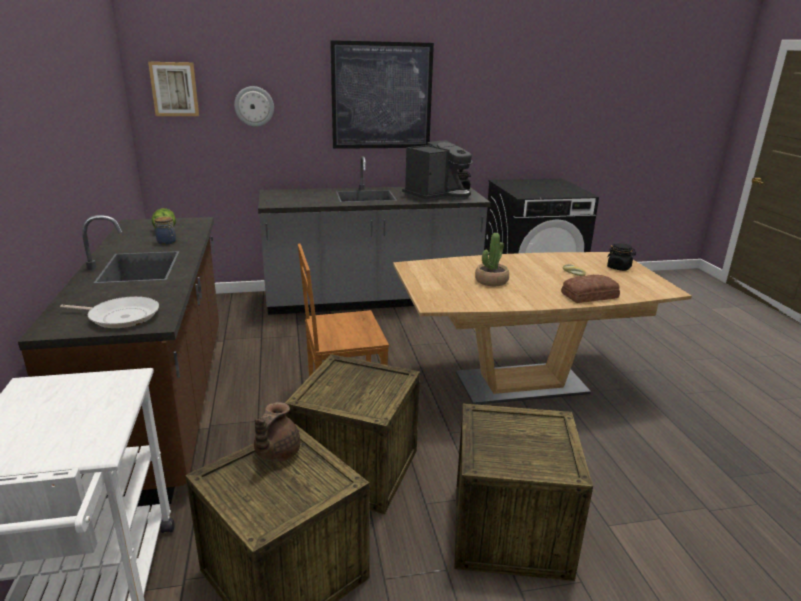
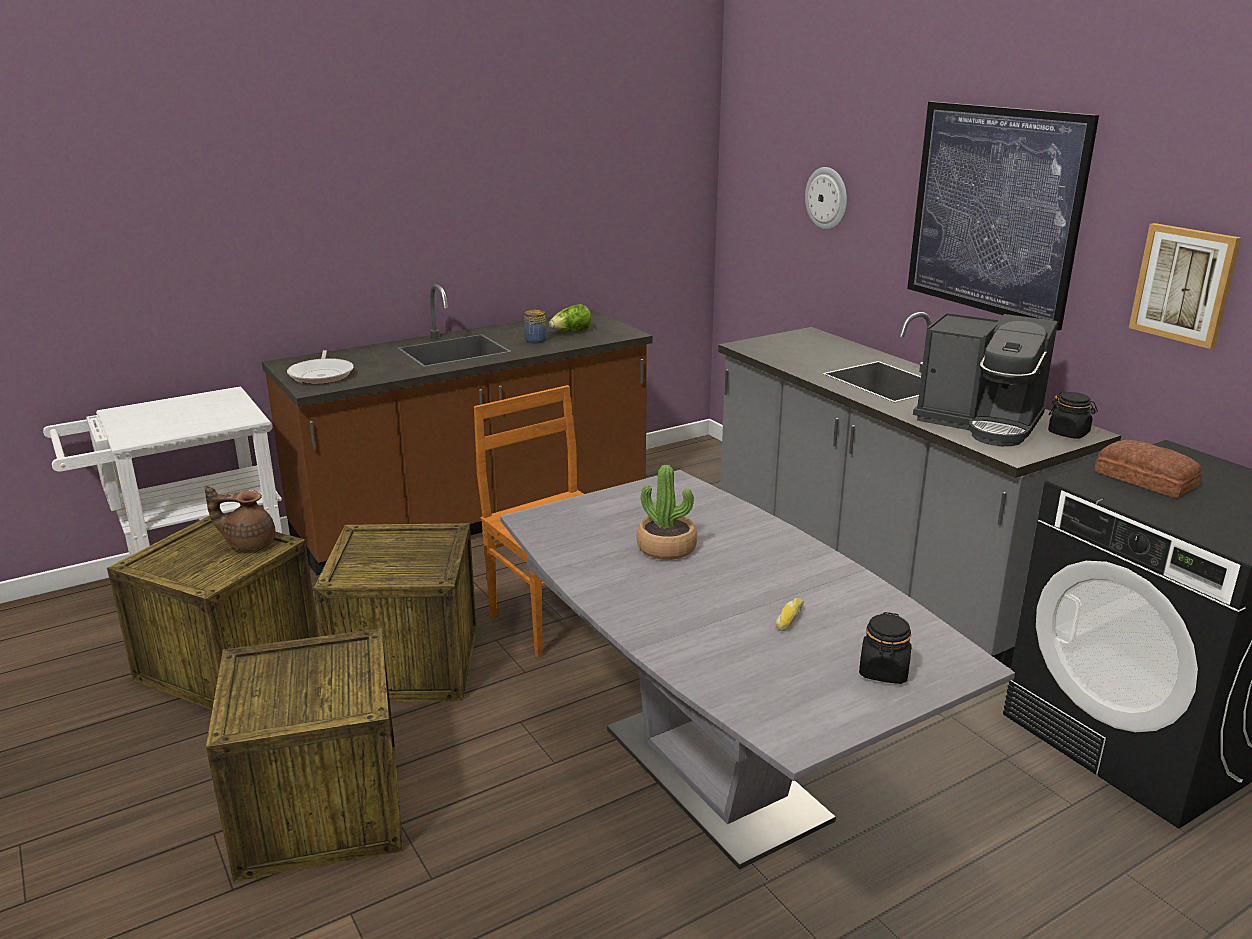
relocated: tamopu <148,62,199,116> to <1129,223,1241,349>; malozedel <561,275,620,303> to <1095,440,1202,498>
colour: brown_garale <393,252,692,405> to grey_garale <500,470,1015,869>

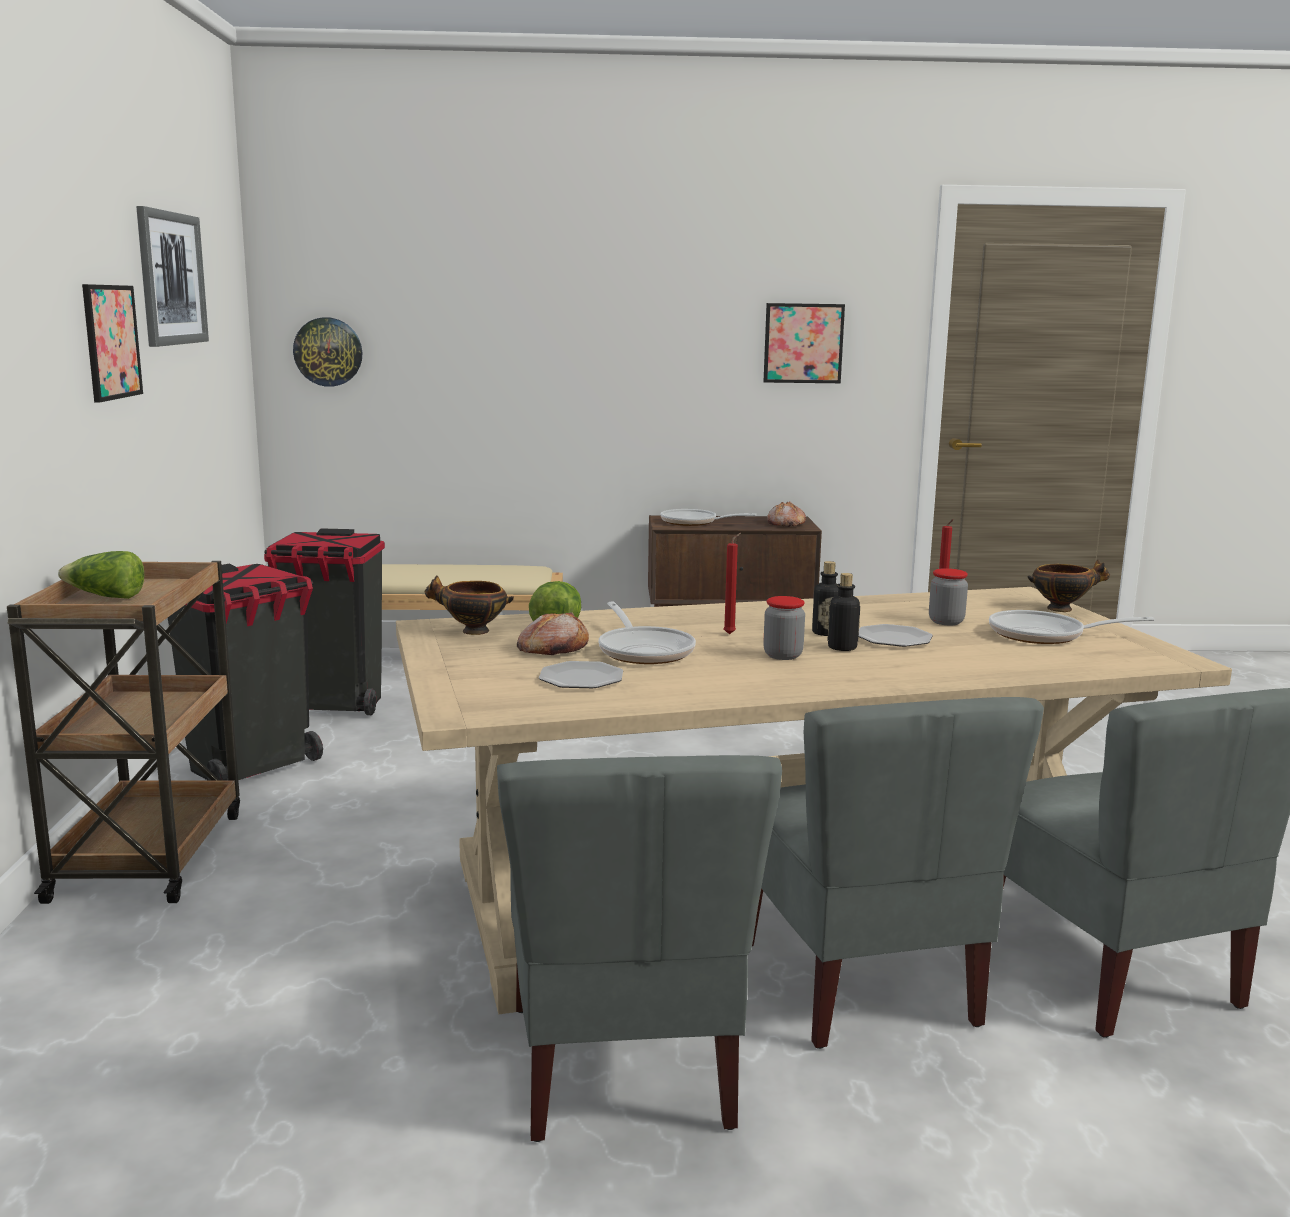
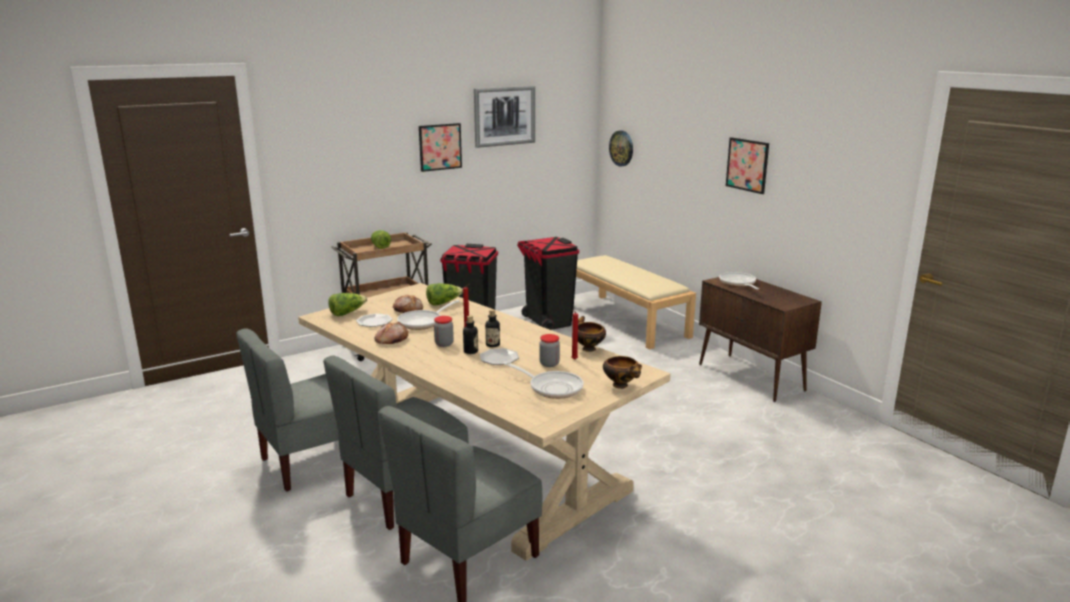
appeared: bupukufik <328,293,367,316>
relocated: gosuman <424,575,514,635> to <578,316,606,352>; tamopu <763,303,845,383> to <726,137,769,194>; malozedel <767,501,806,527> to <374,322,408,344>
spun: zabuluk <989,610,1155,644> = <503,362,584,399> 150 degrees clockwise

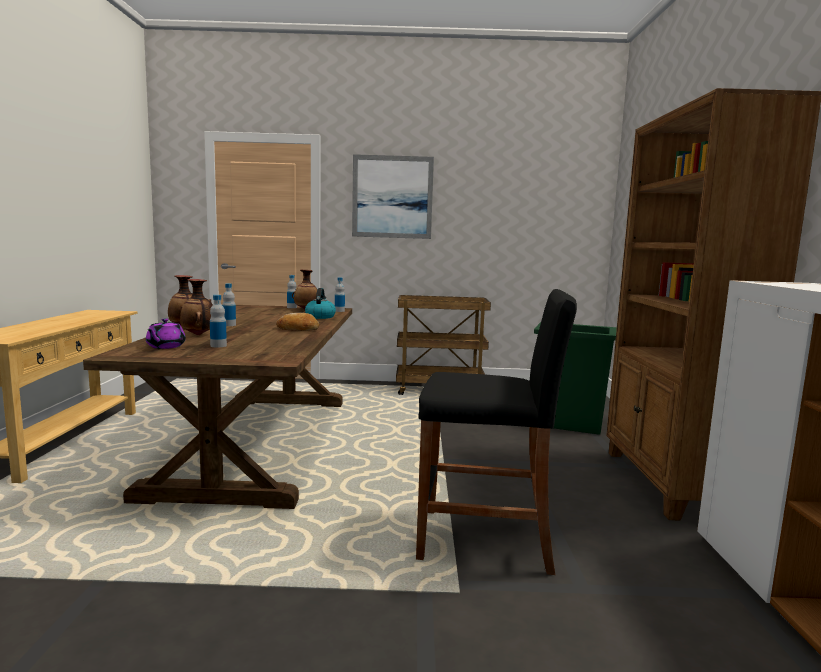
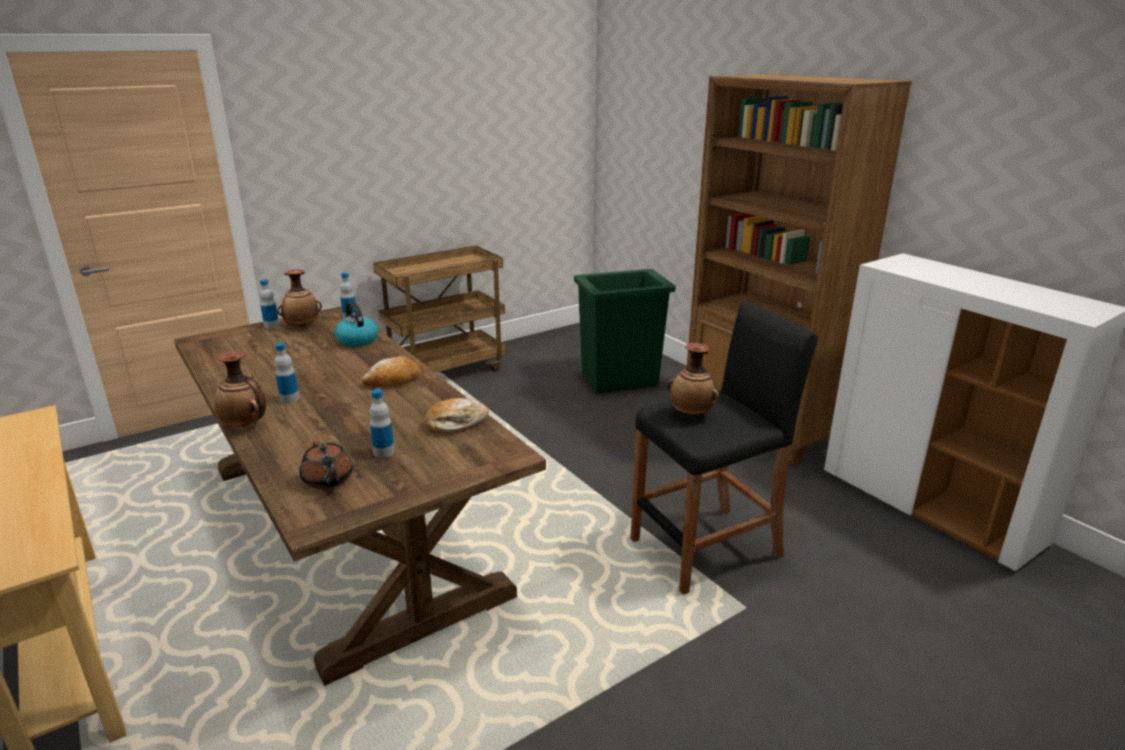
missing: tamopu <352,154,434,239>
appeared: malozedel <425,398,489,433>
relocated: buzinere <180,279,213,335> to <667,343,720,415>
colour: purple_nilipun <146,318,186,349> to brown_nilipun <299,441,353,489>

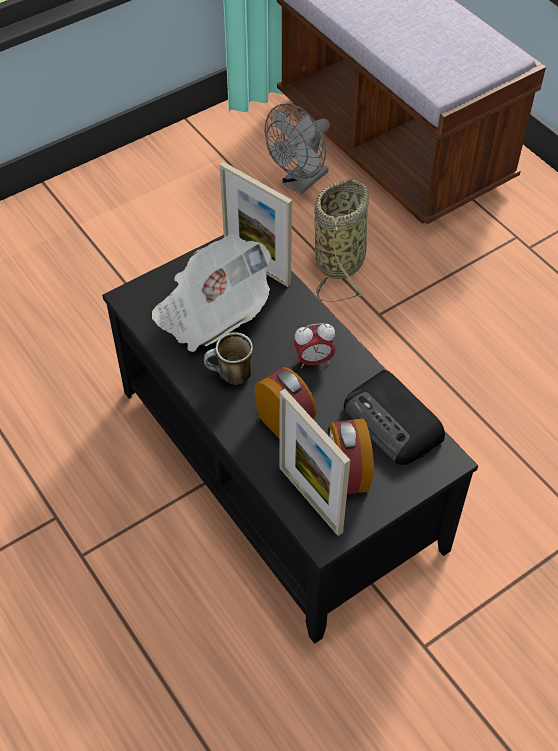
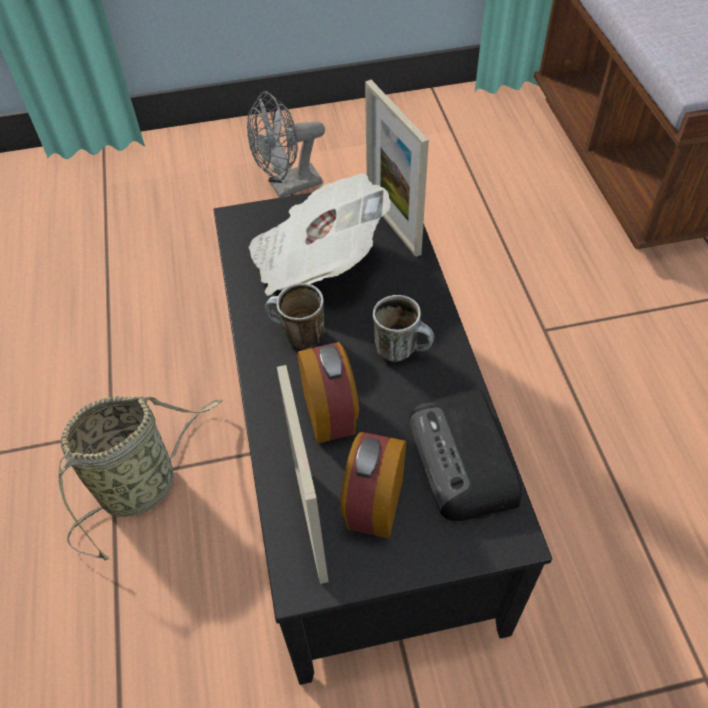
relocated: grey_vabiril <265,103,330,195> to <247,91,325,198>; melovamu <314,178,369,302> to <59,396,223,560>
exchanged: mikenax <294,323,335,368> to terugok <373,295,434,362>

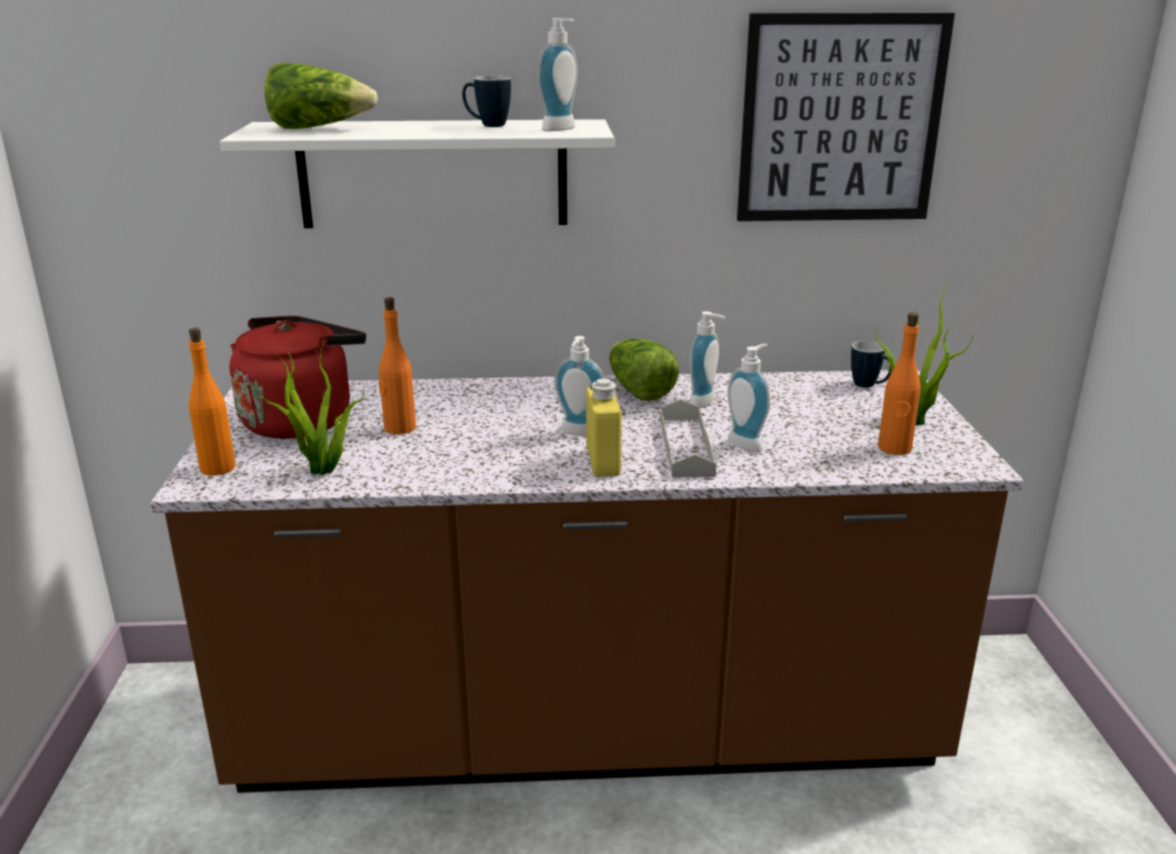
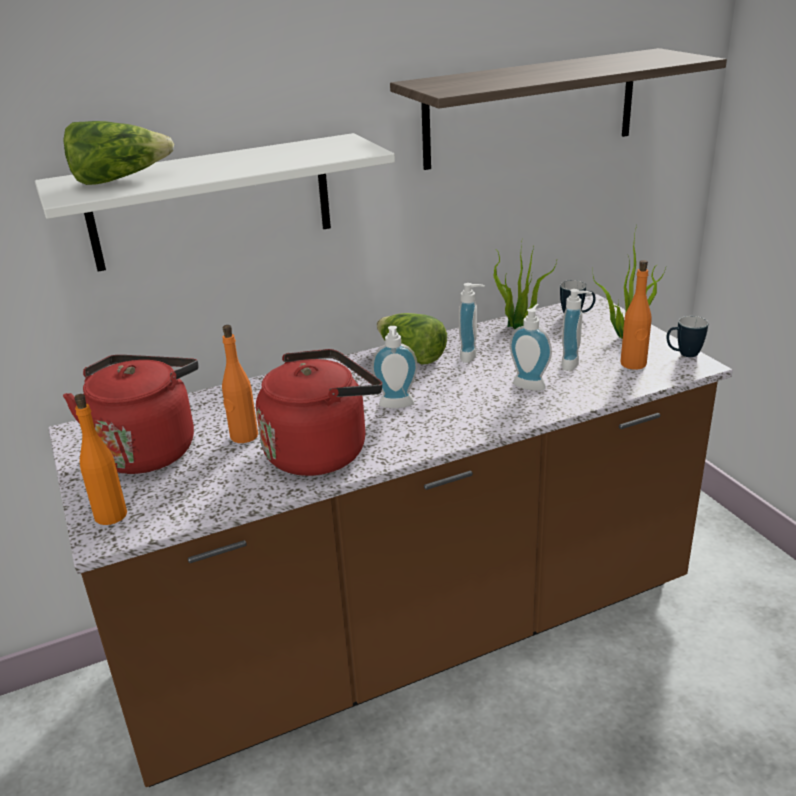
missing: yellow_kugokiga <586,379,622,477>; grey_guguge <660,399,716,477>
appeared: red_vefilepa <256,349,382,476>
relocated: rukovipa <258,341,364,475> to <494,242,557,329>; terugok <462,76,511,127> to <666,316,708,357>; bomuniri <538,18,578,131> to <561,289,592,371>
exchanged: tamopu <737,13,955,221> to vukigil <390,48,727,170>

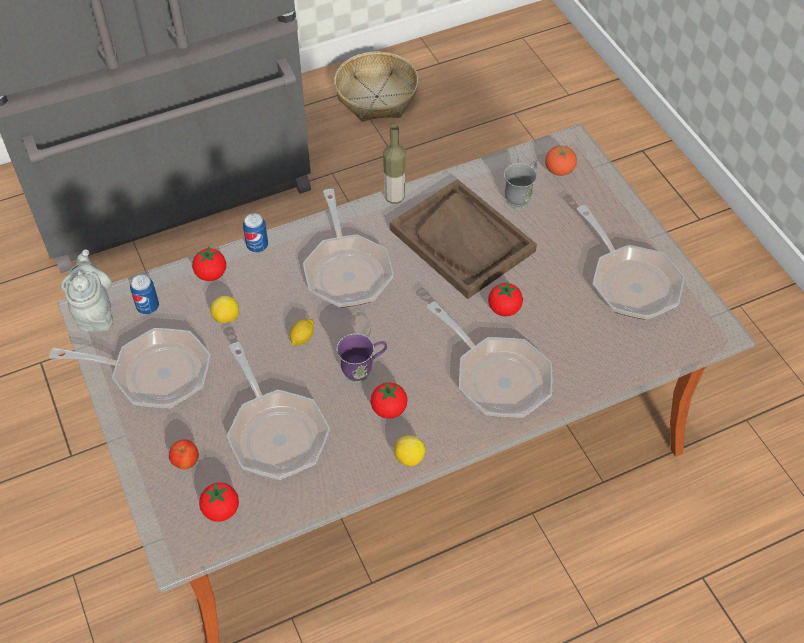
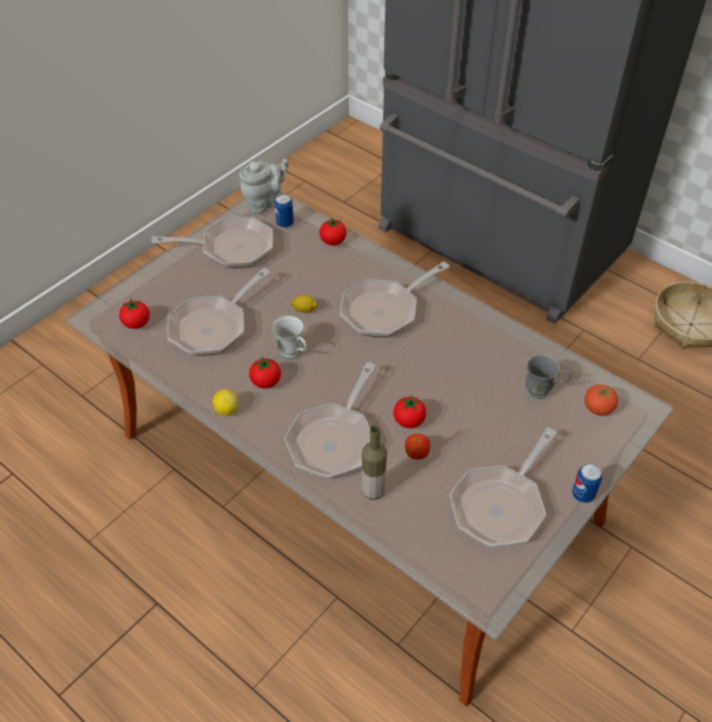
missing: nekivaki <210,296,239,323>; brown_guguge <390,179,537,299>
relocated: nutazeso <169,439,199,469> to <405,434,430,460>; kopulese <243,213,268,253> to <572,463,602,503>; kugokiga <383,125,406,204> to <362,425,387,500>
colour: purple_terugok <337,334,387,383> to white_terugok <272,316,307,359>
spun: zabuluk <49,328,211,408> = <152,217,273,268> 75 degrees counterclockwise

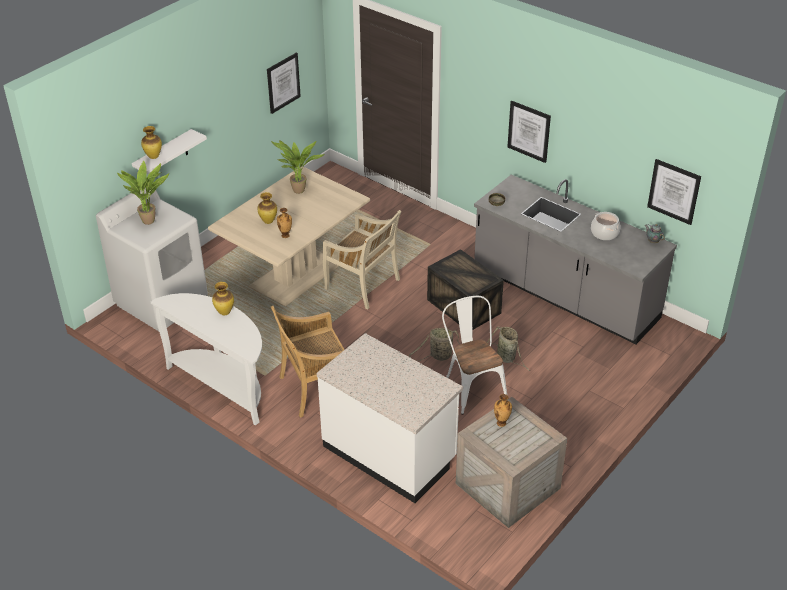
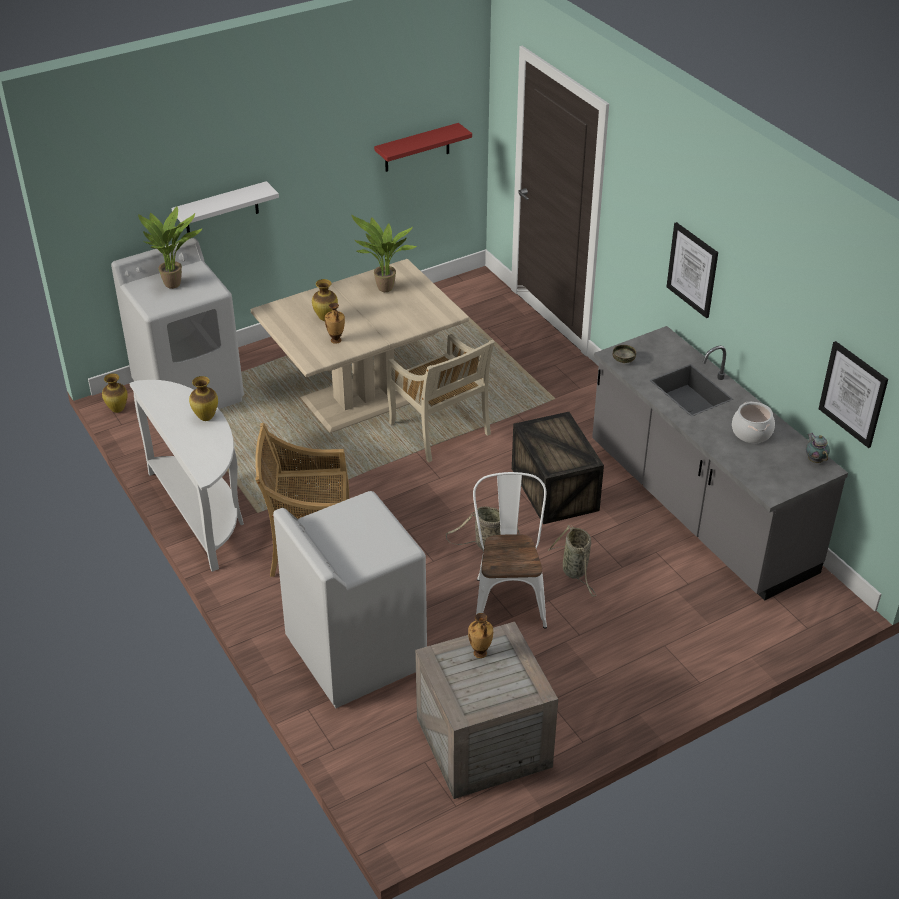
relocated: buzinere <141,126,162,159> to <102,373,128,413>
exchanged: tamopu <267,53,301,114> to red_vukigil <374,123,472,172>; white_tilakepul <317,333,463,503> to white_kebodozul <273,491,427,709>

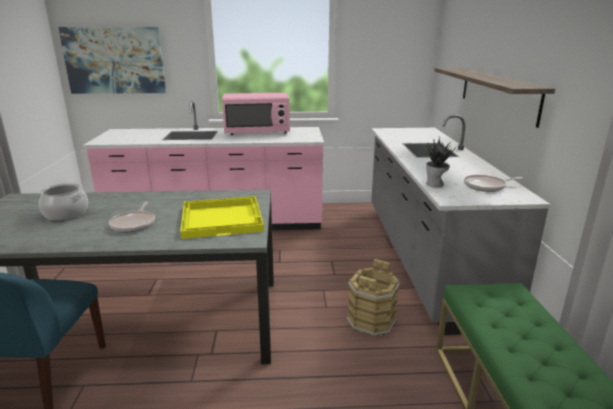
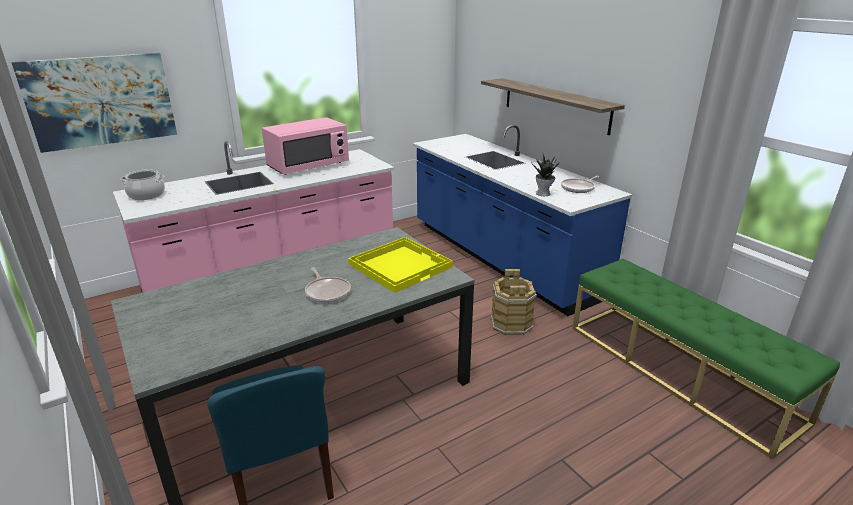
relocated: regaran <39,183,88,220> to <121,169,165,200>
colour: grey_tilakepul <371,115,550,335> to blue_tilakepul <413,125,632,316>

